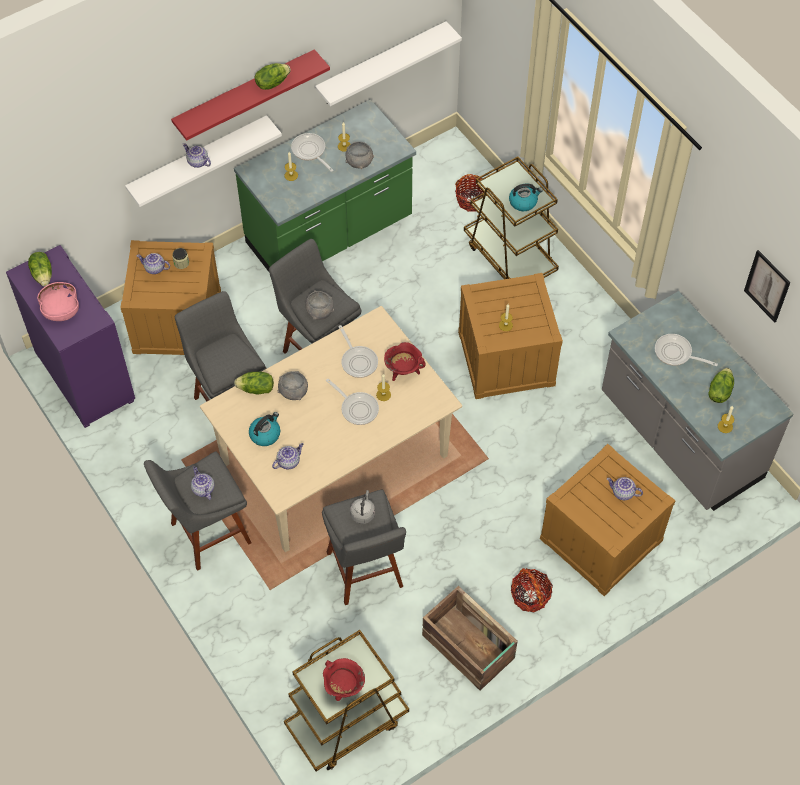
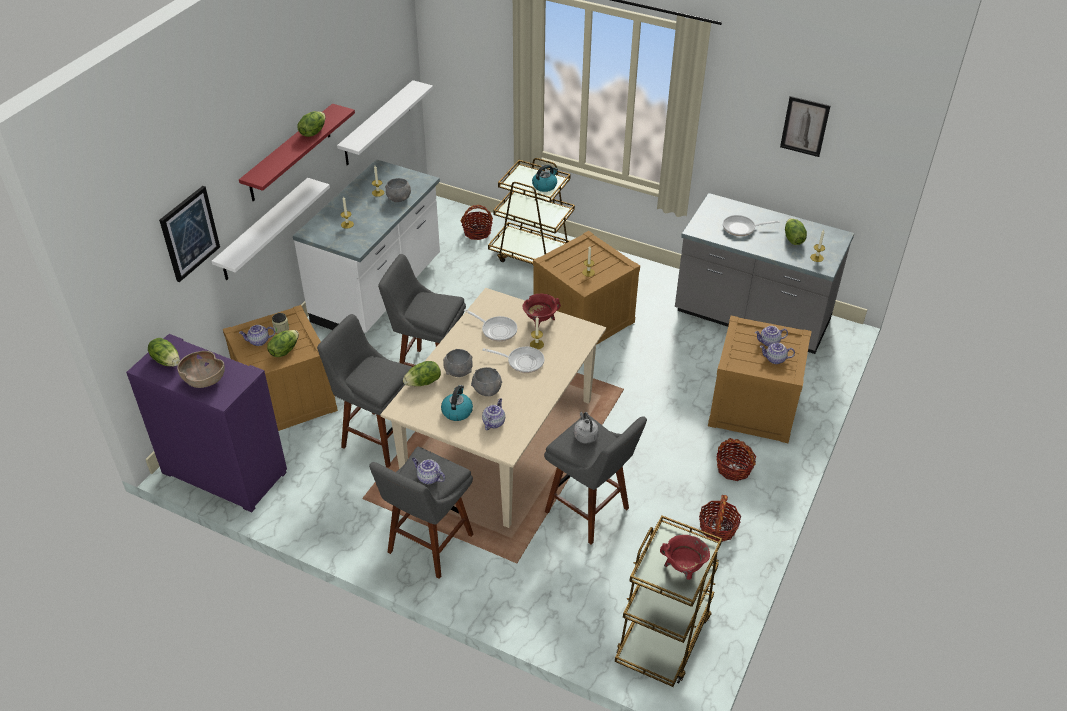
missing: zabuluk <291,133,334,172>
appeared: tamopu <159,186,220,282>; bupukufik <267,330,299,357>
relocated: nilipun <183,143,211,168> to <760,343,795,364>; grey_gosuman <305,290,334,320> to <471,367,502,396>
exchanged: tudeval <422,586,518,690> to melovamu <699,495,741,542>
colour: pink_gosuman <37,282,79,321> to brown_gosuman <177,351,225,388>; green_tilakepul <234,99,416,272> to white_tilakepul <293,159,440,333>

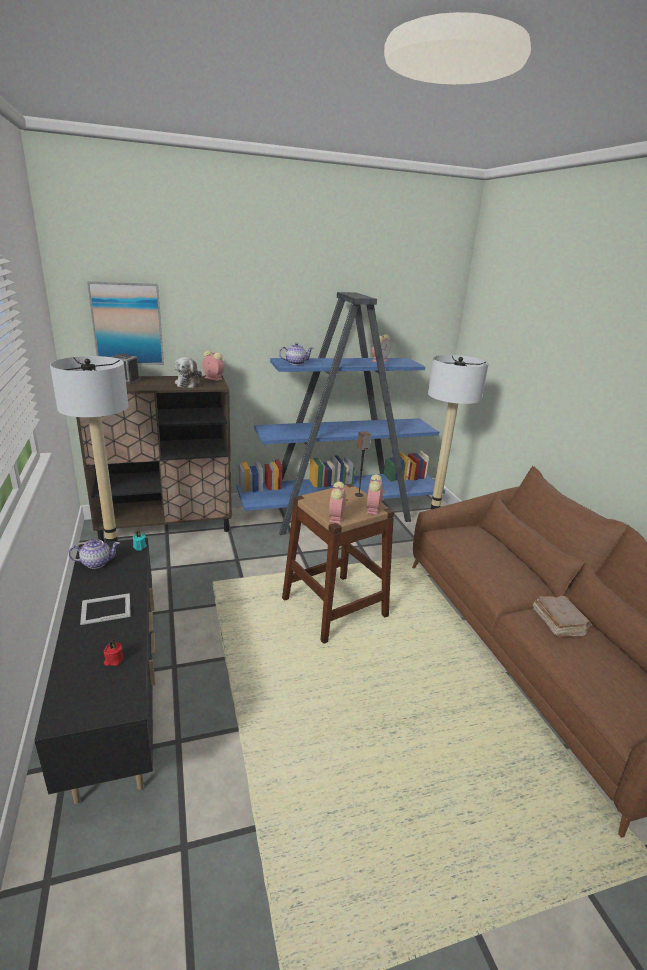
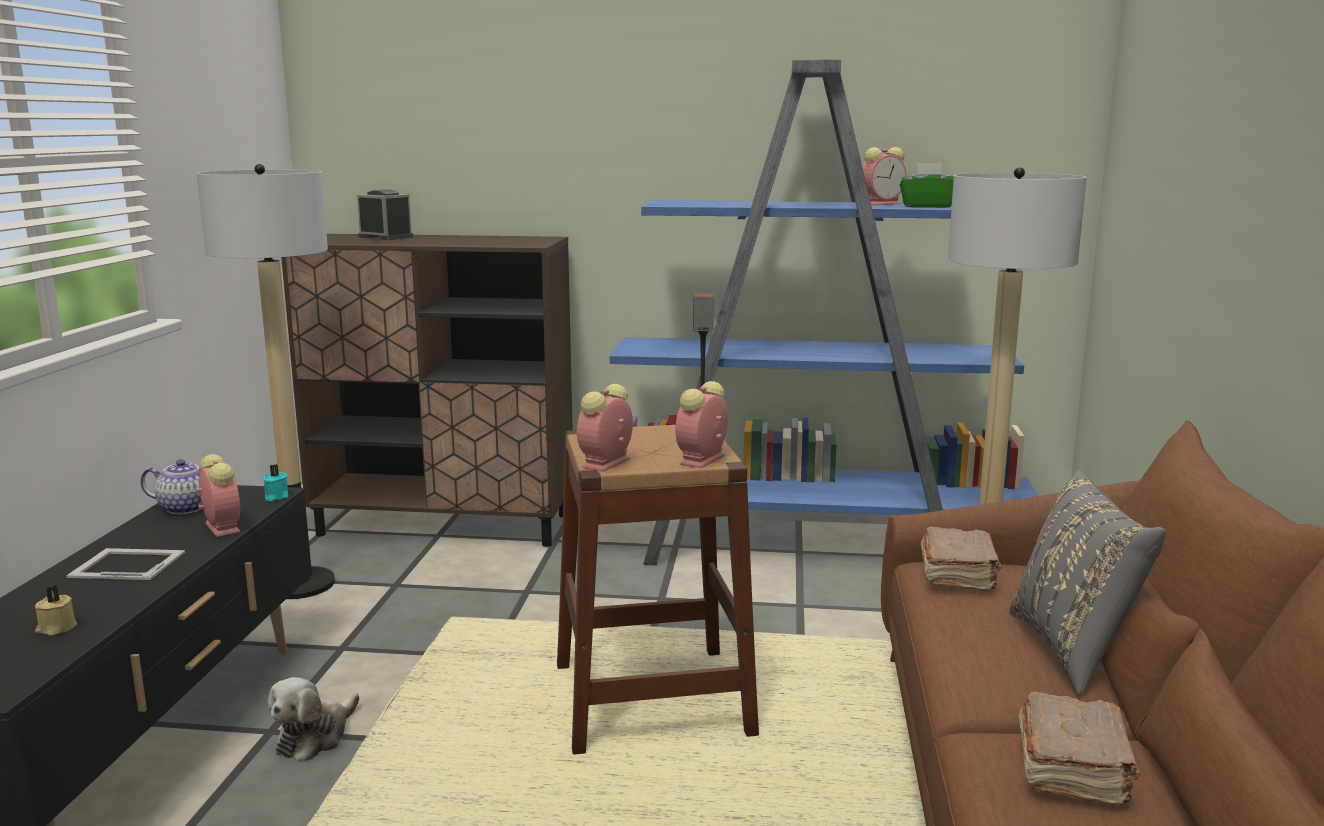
missing: tamopu <87,281,164,365>; nilipun <279,343,313,365>
appeared: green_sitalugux <900,163,954,208>; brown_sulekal <921,526,1002,591>; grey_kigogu <1009,469,1166,696>
relocated: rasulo <175,357,202,388> to <268,677,359,762>; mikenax <202,351,224,381> to <196,454,240,537>
colour: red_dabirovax <104,640,124,666> to beige_dabirovax <35,585,77,636>

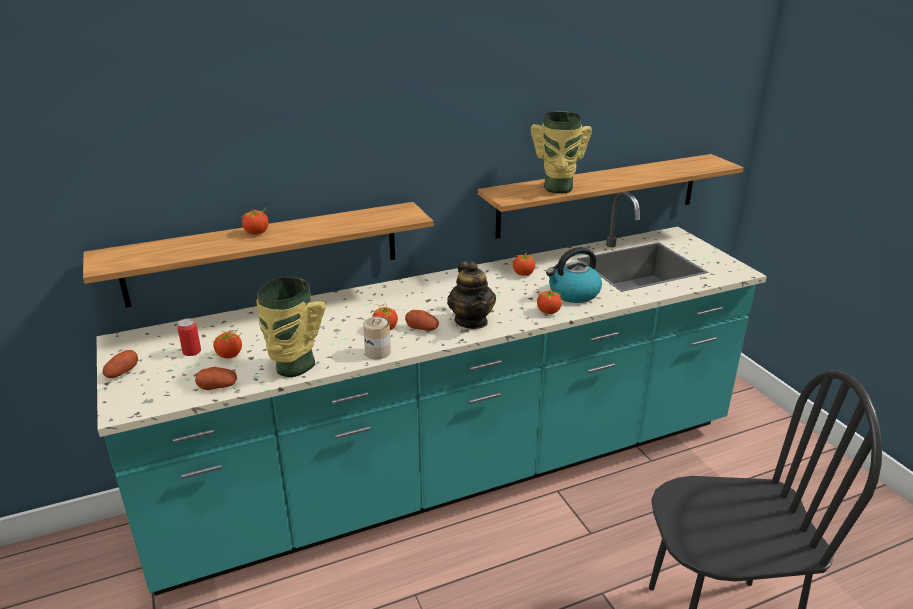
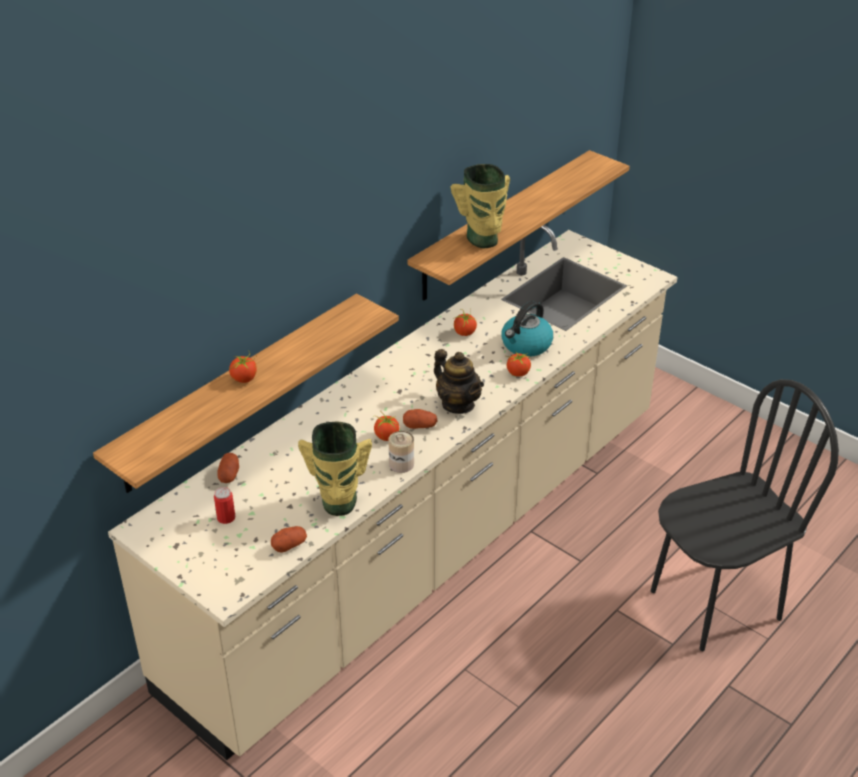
missing: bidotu <212,329,242,359>
relocated: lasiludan <102,350,138,378> to <217,453,239,483>
colour: turquoise_tilakepul <97,192,767,596> to beige_tilakepul <108,225,677,760>

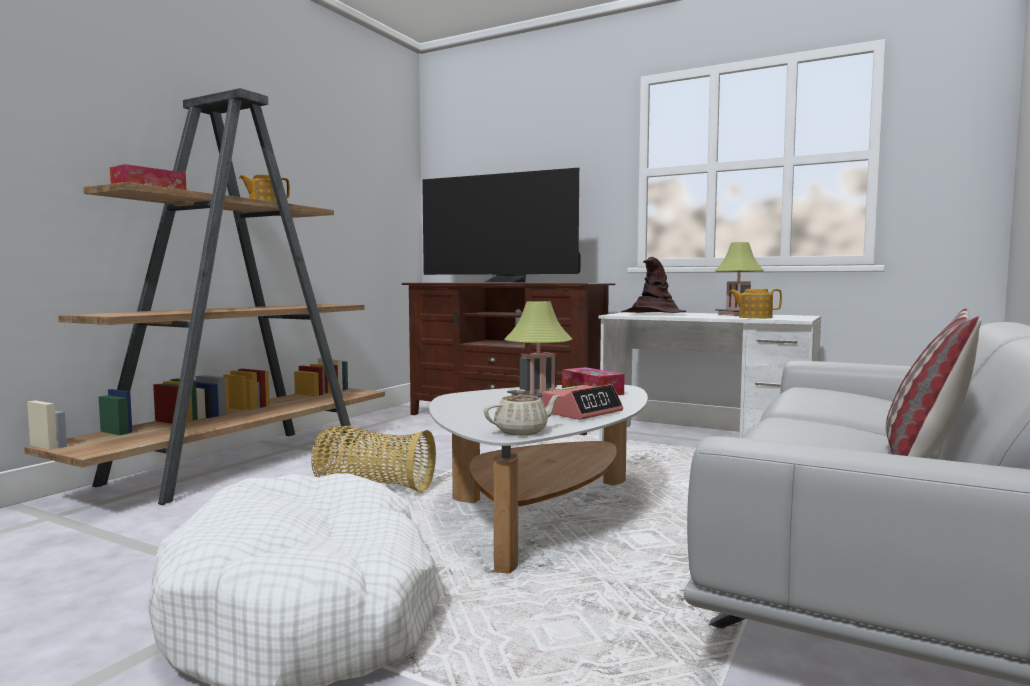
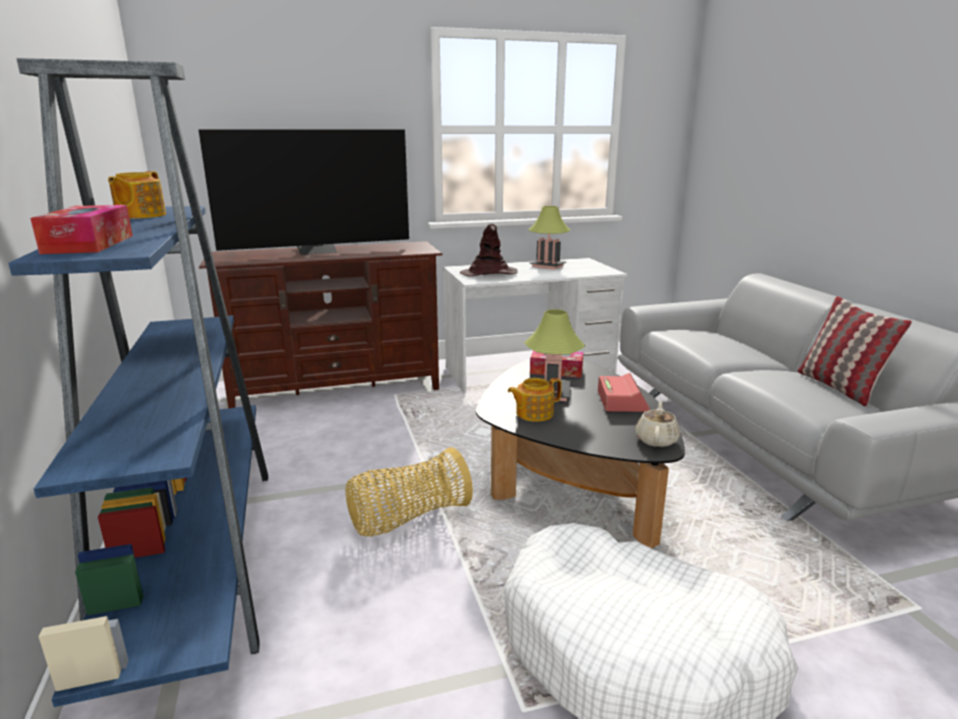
relocated: nilipun <729,289,782,318> to <508,378,562,422>
colour: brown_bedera <24,88,385,505> to blue_bedera <8,58,268,707>; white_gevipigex <429,385,648,574> to black_gevipigex <476,359,685,548>

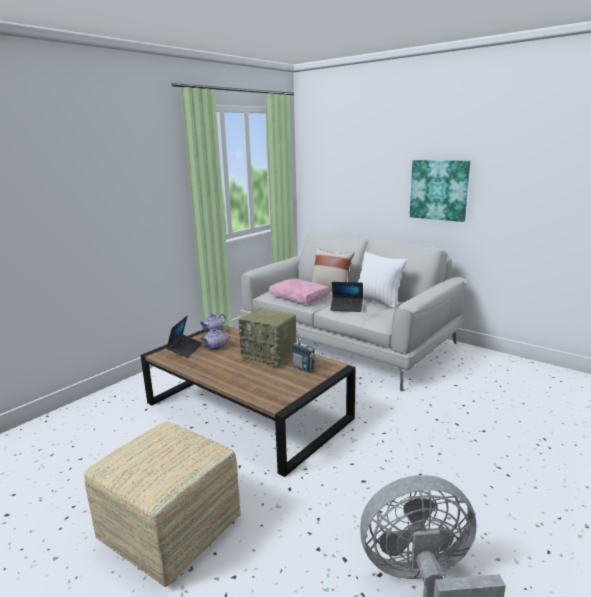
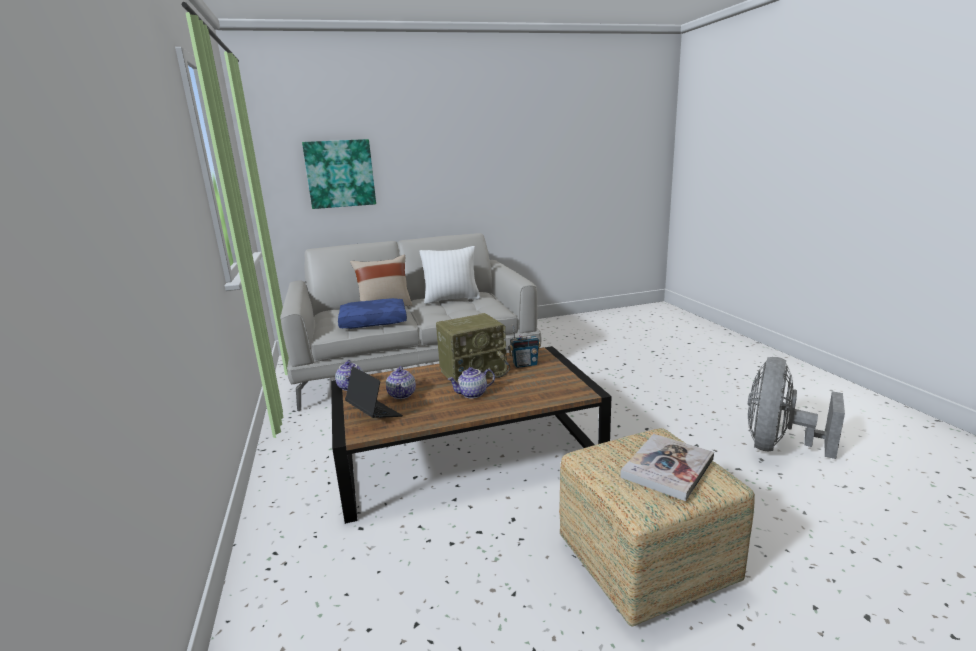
missing: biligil <330,282,363,312>
appeared: nilipun <448,367,495,399>; sulekal <620,434,714,501>
relocated: tamopu <410,160,470,222> to <302,139,376,209>
colour: pink_kigogu <269,278,330,304> to blue_kigogu <338,298,407,329>

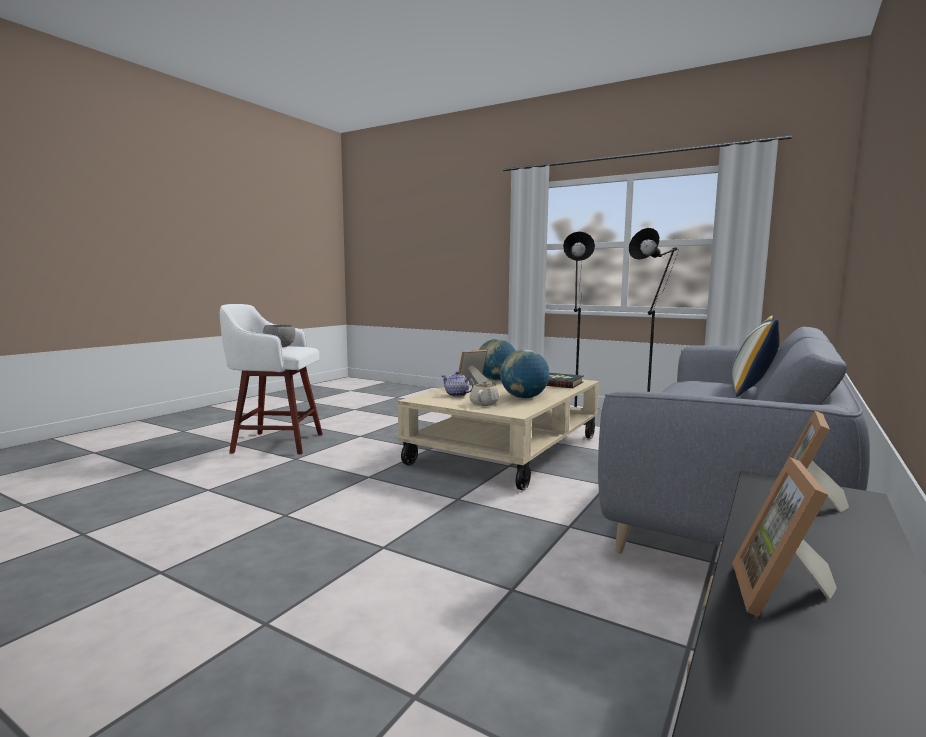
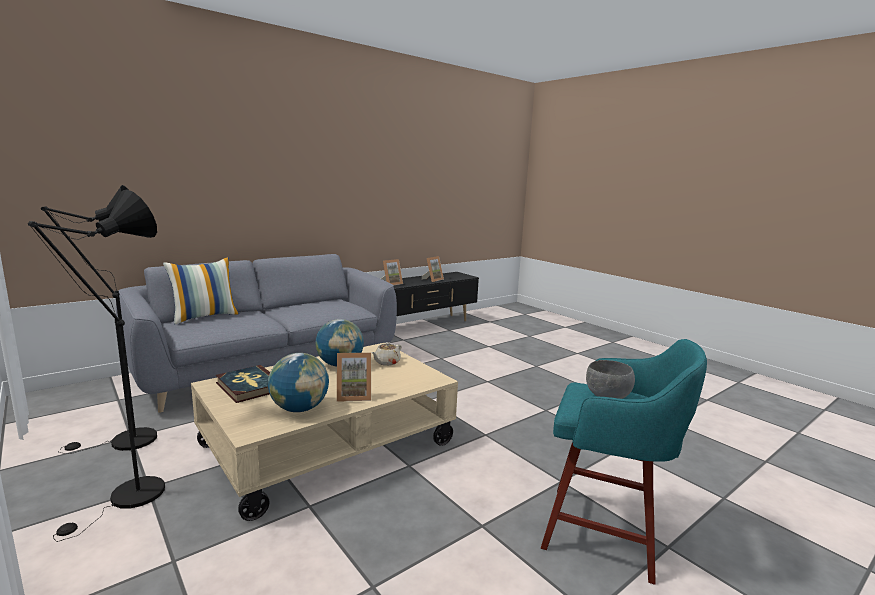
missing: nilipun <442,371,474,397>
colour: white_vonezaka <220,304,323,455> to turquoise_vonezaka <541,339,707,585>

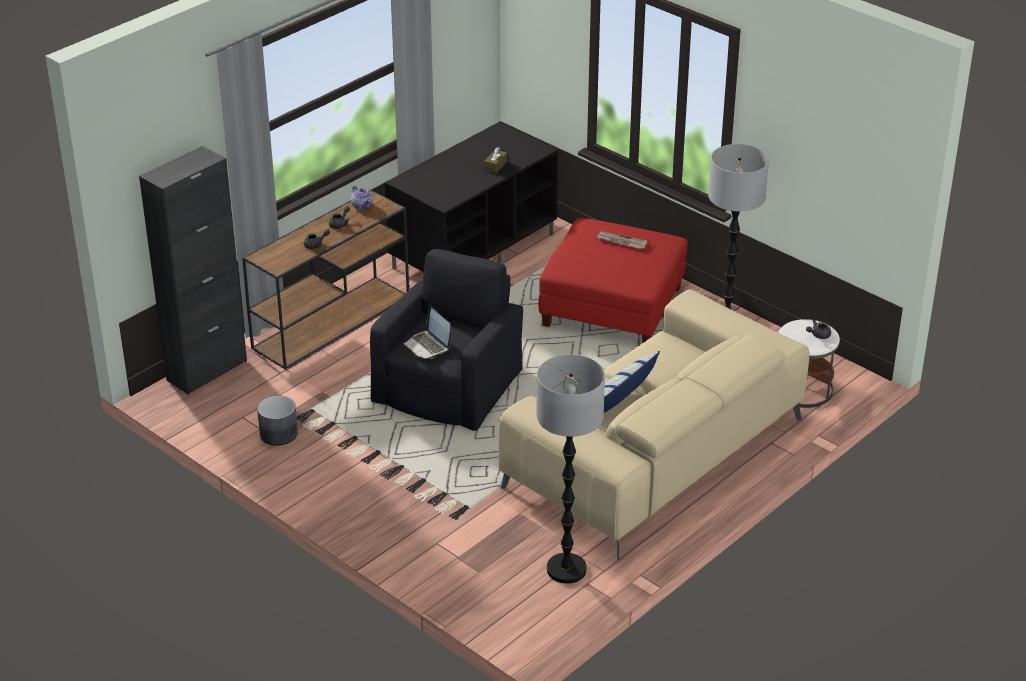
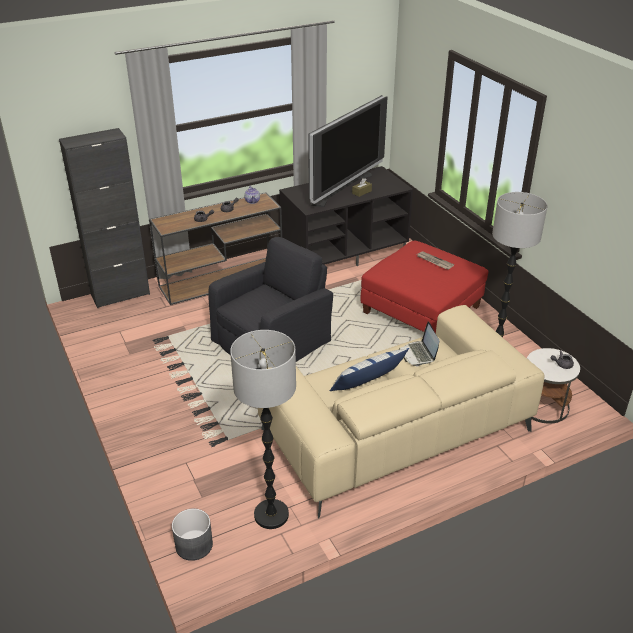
appeared: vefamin <308,95,387,207>
relocated: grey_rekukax <257,395,298,446> to <172,508,213,561>; biligil <403,305,451,359> to <399,321,439,366>

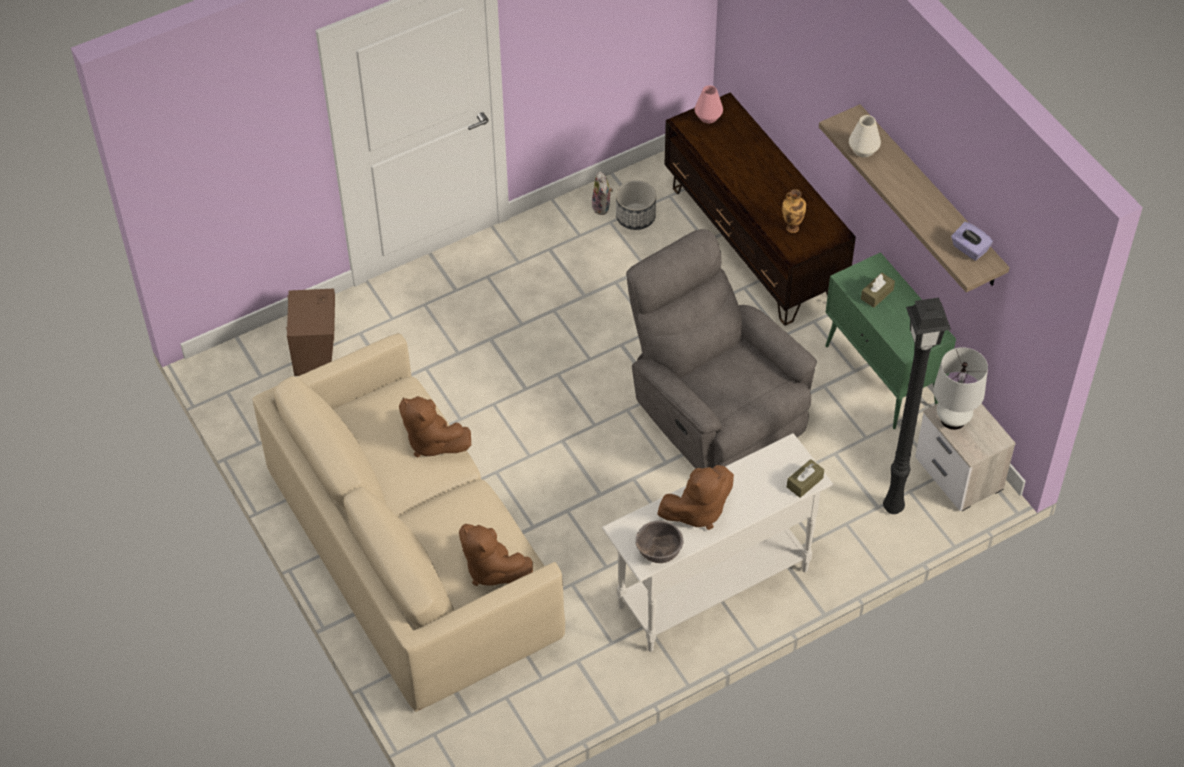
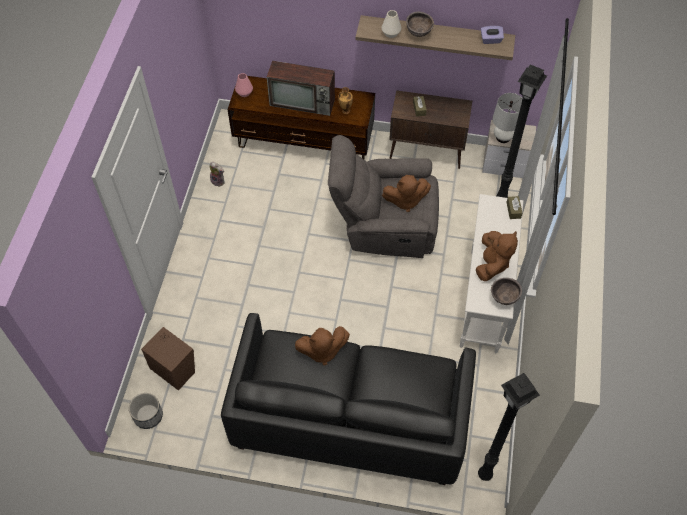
appeared: vefamin <267,61,335,116>; brown_gosuman <406,11,434,37>; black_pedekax <478,373,540,481>
relocated: brown_rasulo <459,524,533,586> to <382,175,431,212>; rekukax <616,180,656,230> to <129,393,163,429>
colour: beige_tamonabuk <253,333,565,712> to black_tamonabuk <221,313,476,485>; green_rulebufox <825,252,956,429> to brown_rulebufox <389,90,472,169>

